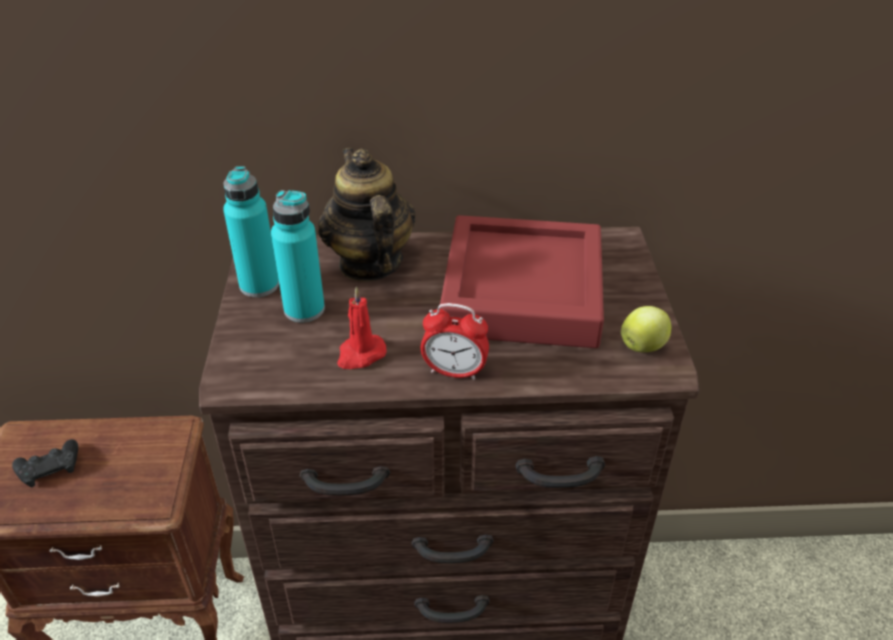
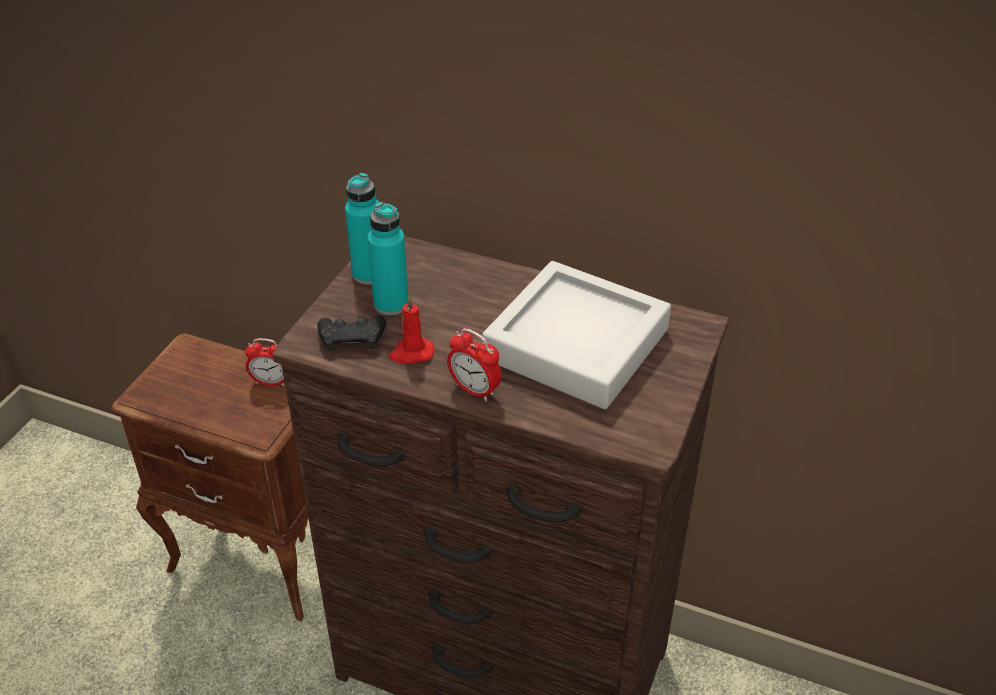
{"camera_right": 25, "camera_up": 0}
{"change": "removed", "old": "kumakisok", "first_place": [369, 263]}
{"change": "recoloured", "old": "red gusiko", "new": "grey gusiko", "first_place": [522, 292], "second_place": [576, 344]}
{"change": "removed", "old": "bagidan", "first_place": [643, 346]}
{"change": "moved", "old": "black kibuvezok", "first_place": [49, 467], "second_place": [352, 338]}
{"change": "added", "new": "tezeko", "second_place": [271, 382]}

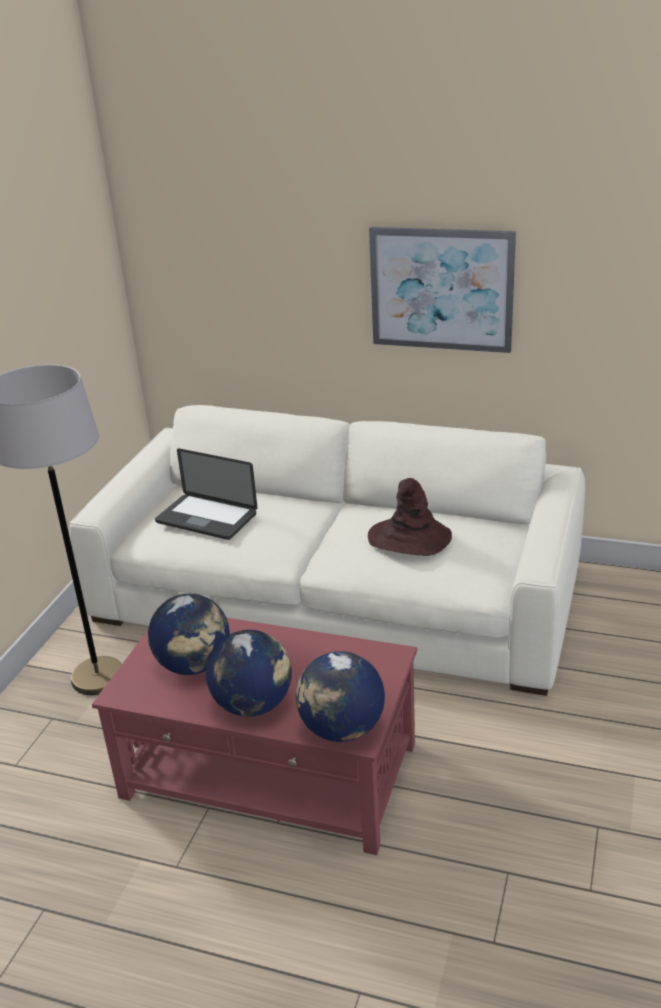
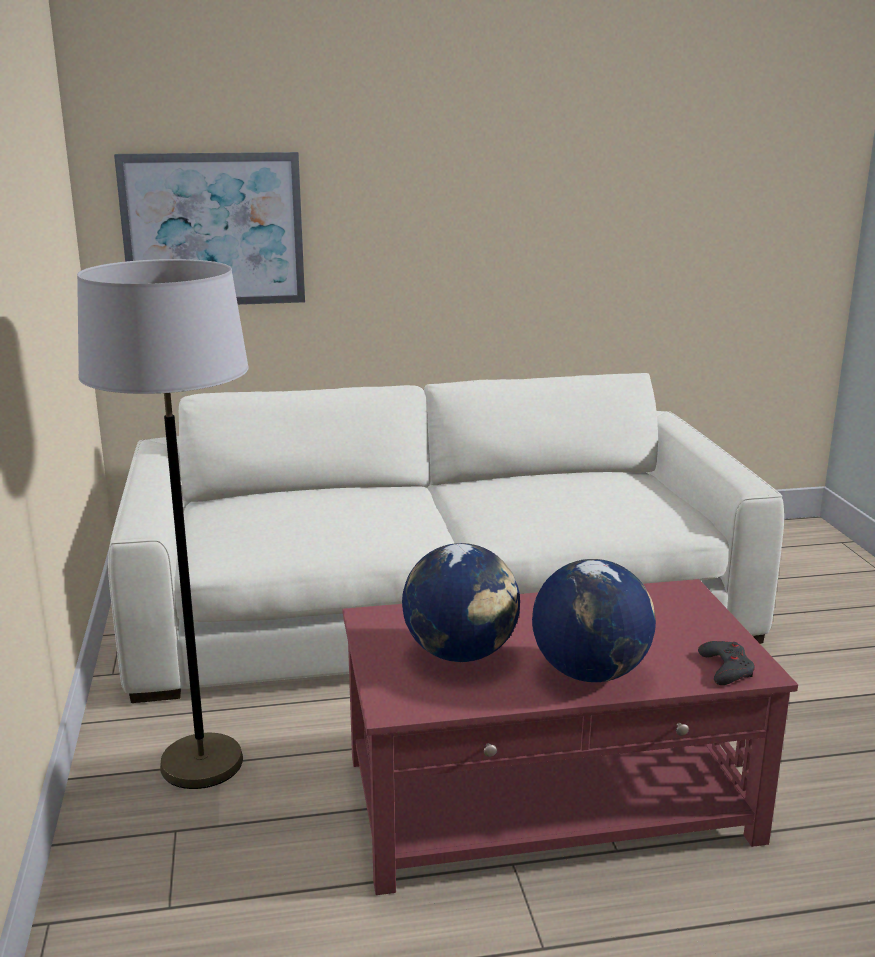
{"camera_right": -30, "camera_up": -10}
{"change": "moved", "old": "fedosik", "first_place": [441, 289], "second_place": [213, 230]}
{"change": "removed", "old": "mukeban", "first_place": [206, 518]}
{"change": "removed", "old": "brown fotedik", "first_place": [409, 539]}
{"change": "replaced", "old": "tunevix", "new": "grey kibuvezok", "first_place": [342, 729], "second_place": [726, 668]}

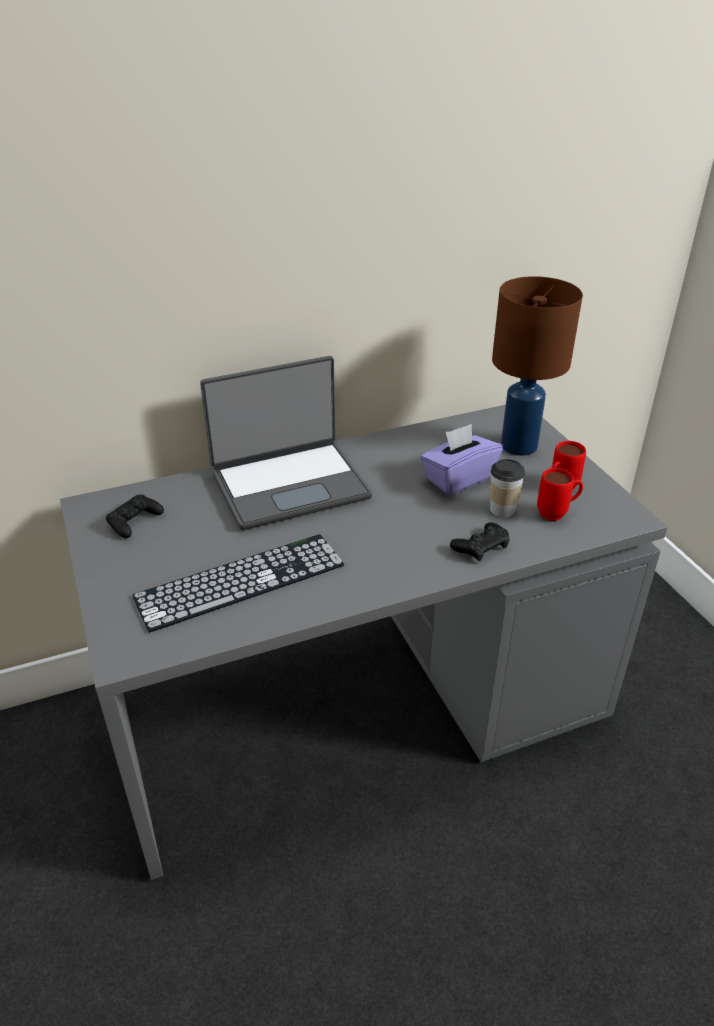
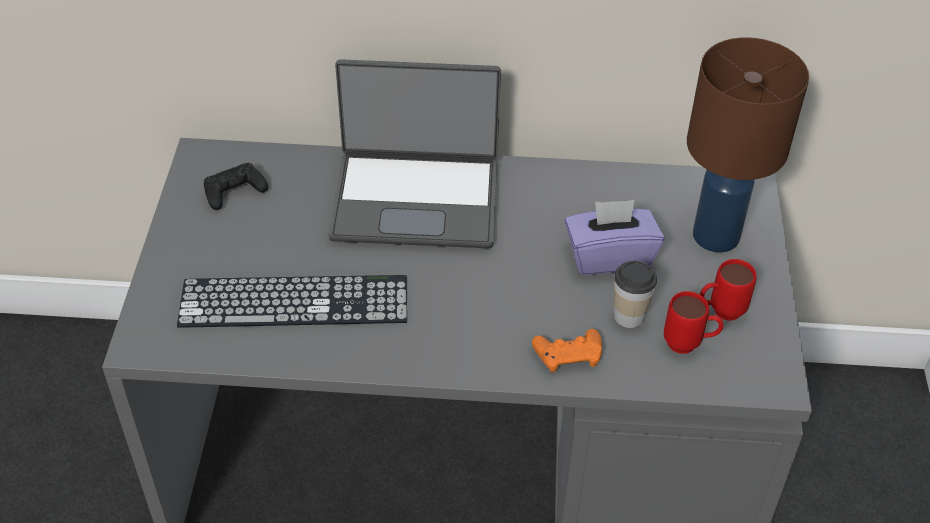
{"camera_right": 25, "camera_up": 10}
{"change": "recoloured", "old": "black kibuvezok", "new": "orange kibuvezok", "first_place": [481, 547], "second_place": [568, 355]}

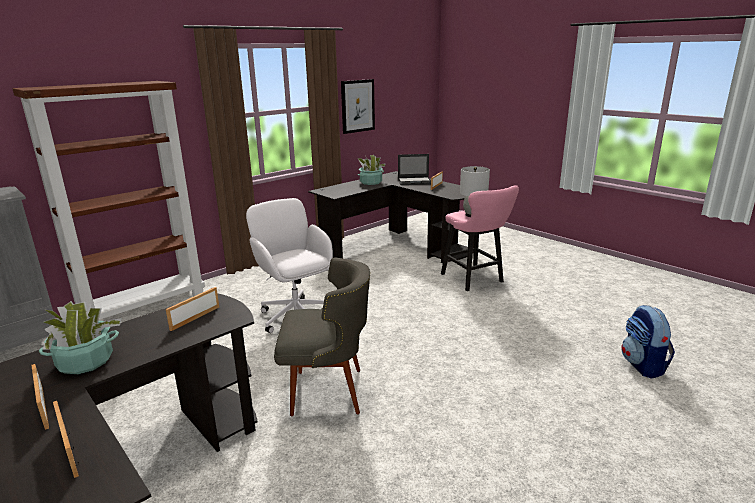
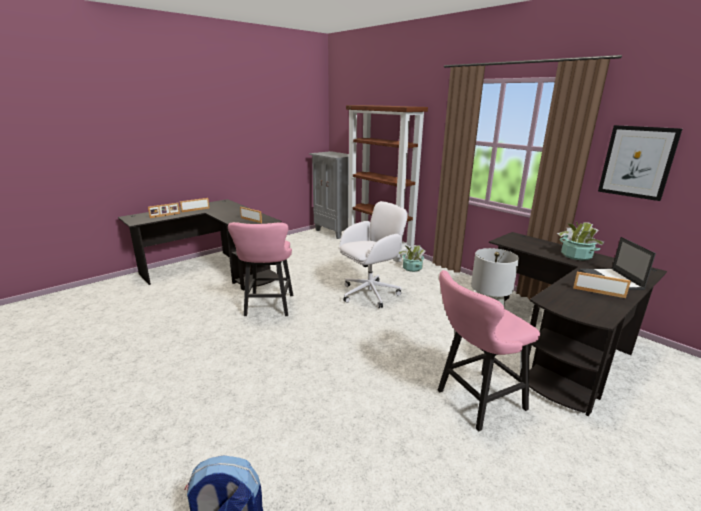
{"camera_right": 90, "camera_up": 0}
{"change": "replaced", "old": "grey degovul", "new": "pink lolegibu", "first_place": [326, 392], "second_place": [268, 308]}
{"change": "moved", "old": "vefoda", "first_place": [85, 361], "second_place": [412, 268]}

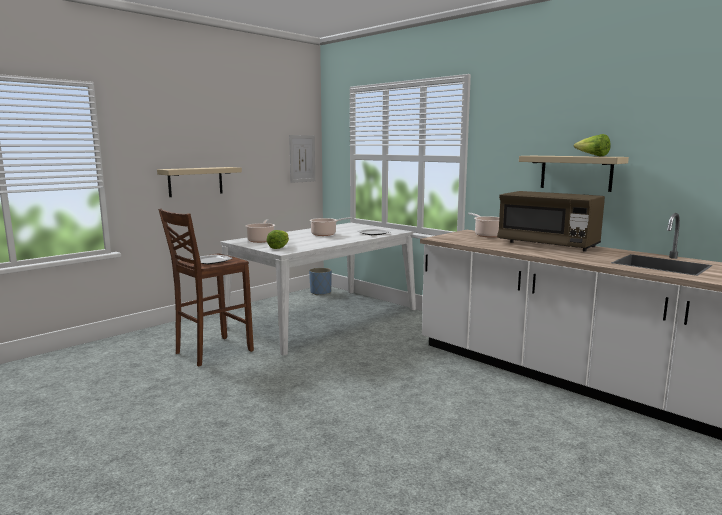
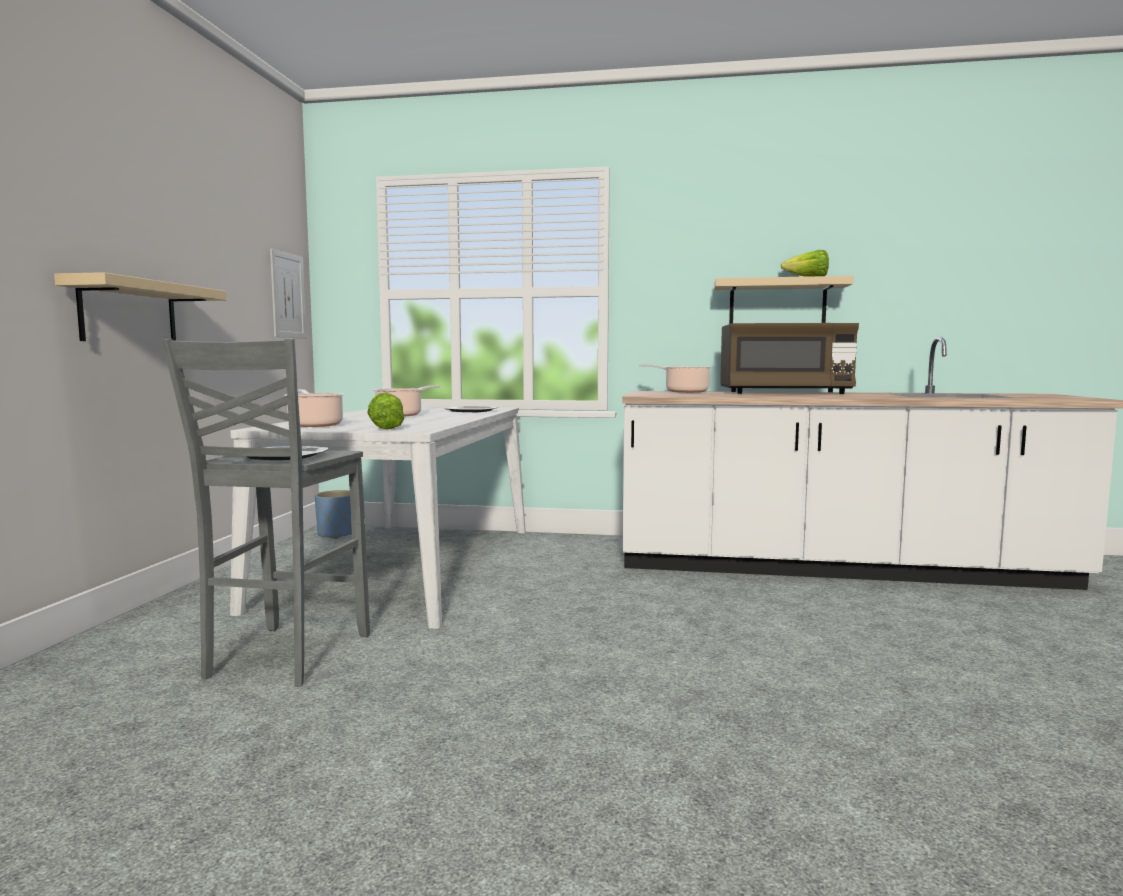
{"camera_right": -35, "camera_up": -5}
{"change": "recoloured", "old": "brown lolegibu", "new": "grey lolegibu", "first_place": [211, 352], "second_place": [284, 657]}

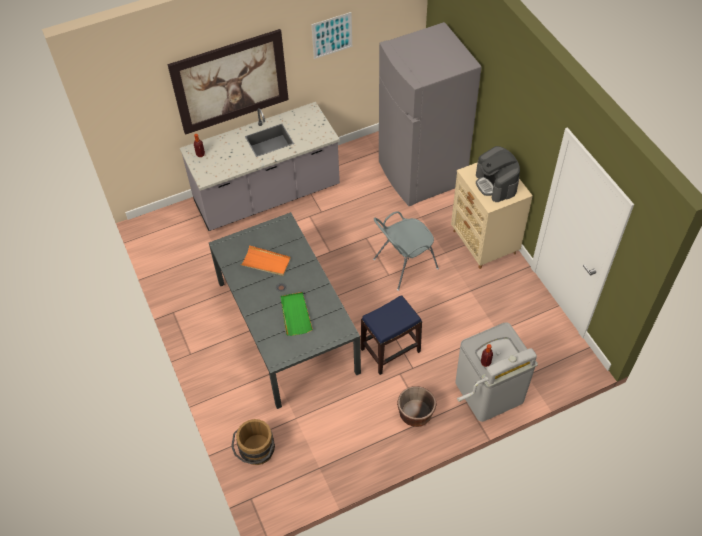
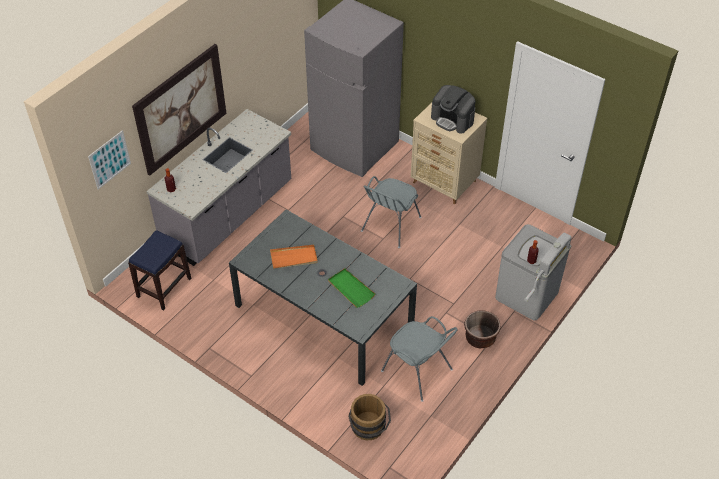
{"camera_right": -30, "camera_up": -5}
{"change": "moved", "old": "fedosik", "first_place": [332, 35], "second_place": [109, 159]}
{"change": "moved", "old": "lolegibu", "first_place": [390, 350], "second_place": [164, 288]}
{"change": "added", "new": "grey degovul", "second_place": [419, 372]}

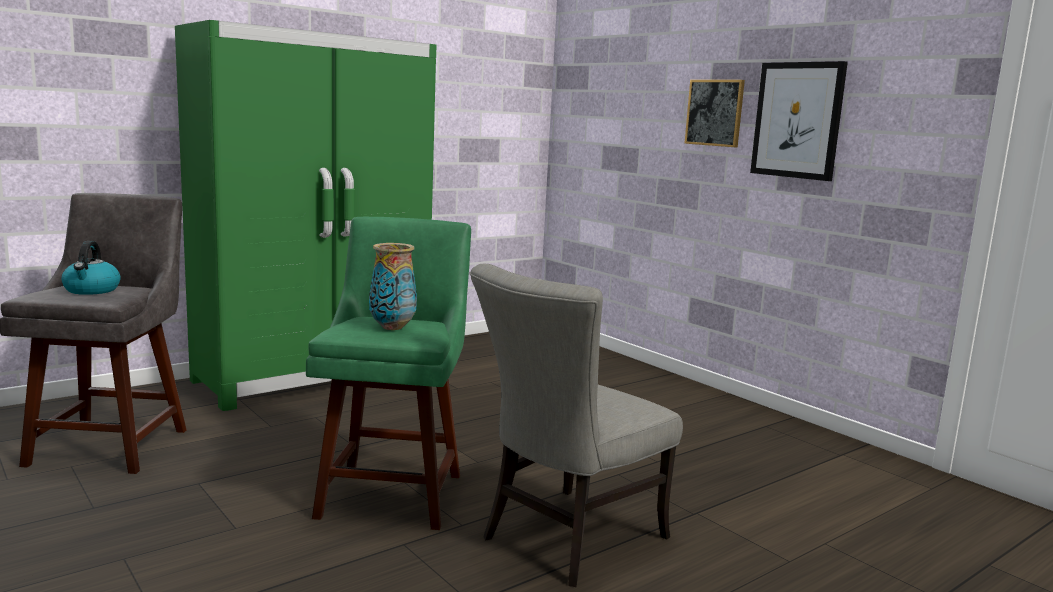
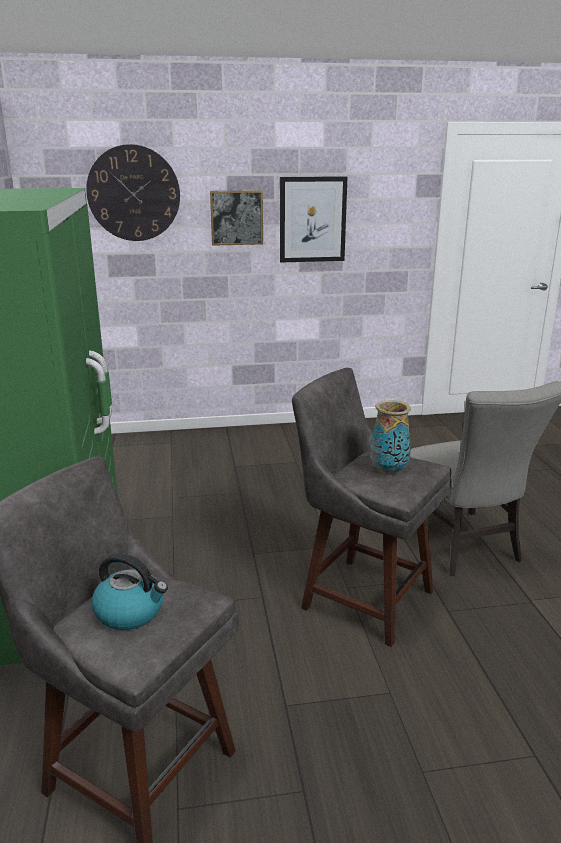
{"camera_right": -60, "camera_up": 10}
{"change": "recoloured", "old": "green lolegibu", "new": "grey lolegibu", "first_place": [393, 492], "second_place": [363, 597]}
{"change": "added", "new": "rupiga", "second_place": [133, 193]}

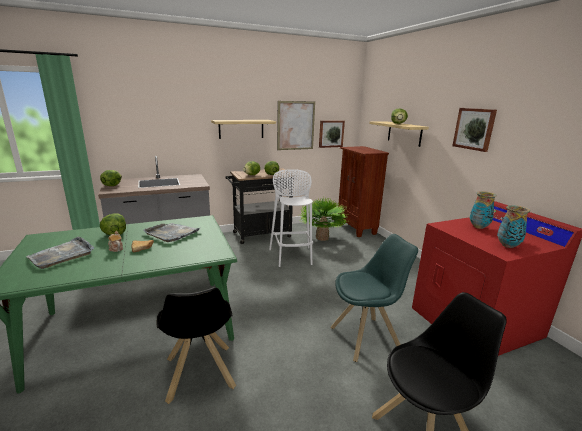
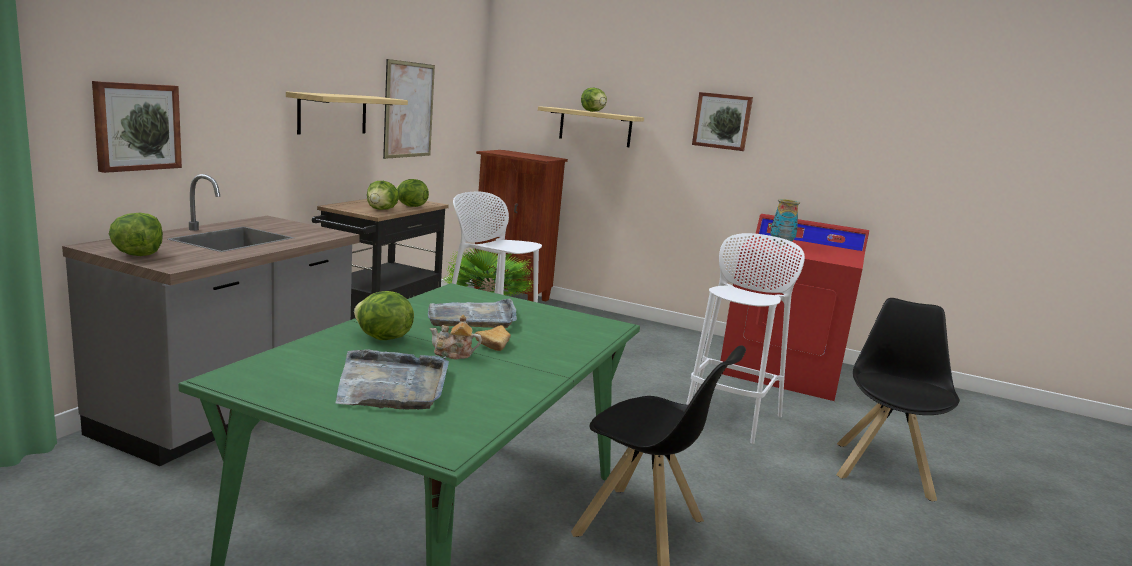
{"camera_right": -45, "camera_up": -5}
{"change": "moved", "old": "fedosik", "first_place": [331, 133], "second_place": [136, 126]}
{"change": "removed", "old": "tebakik", "first_place": [507, 246]}
{"change": "replaced", "old": "turquoise degovul", "new": "white lolegibu", "first_place": [365, 338], "second_place": [728, 417]}

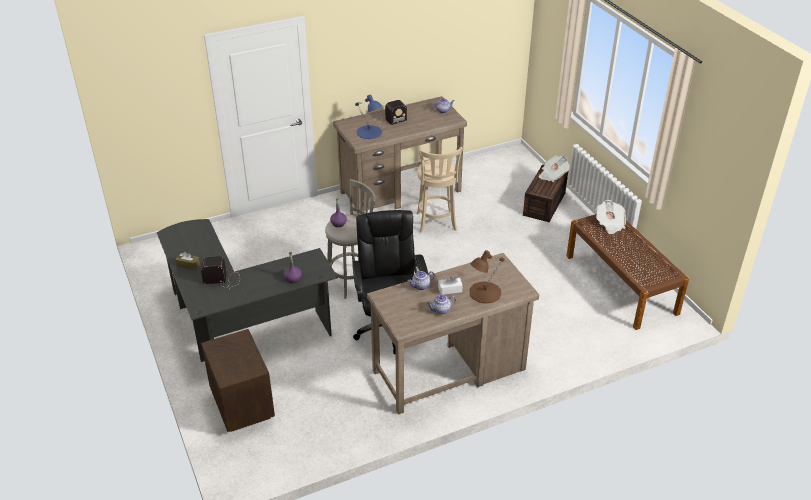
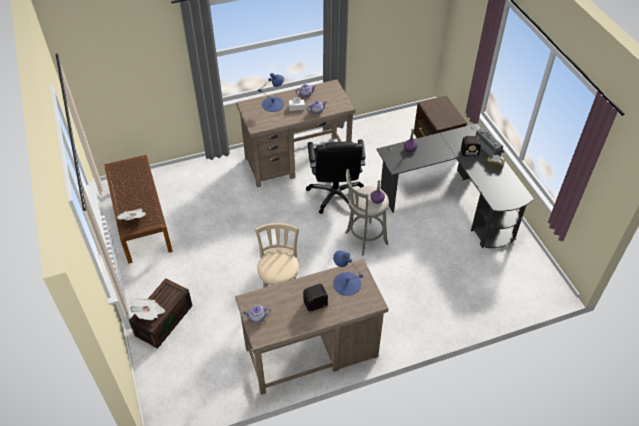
{"camera_right": -175, "camera_up": 10}
{"change": "recoloured", "old": "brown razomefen", "new": "blue razomefen", "first_place": [484, 292], "second_place": [273, 104]}
{"change": "added", "new": "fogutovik", "second_place": [488, 148]}

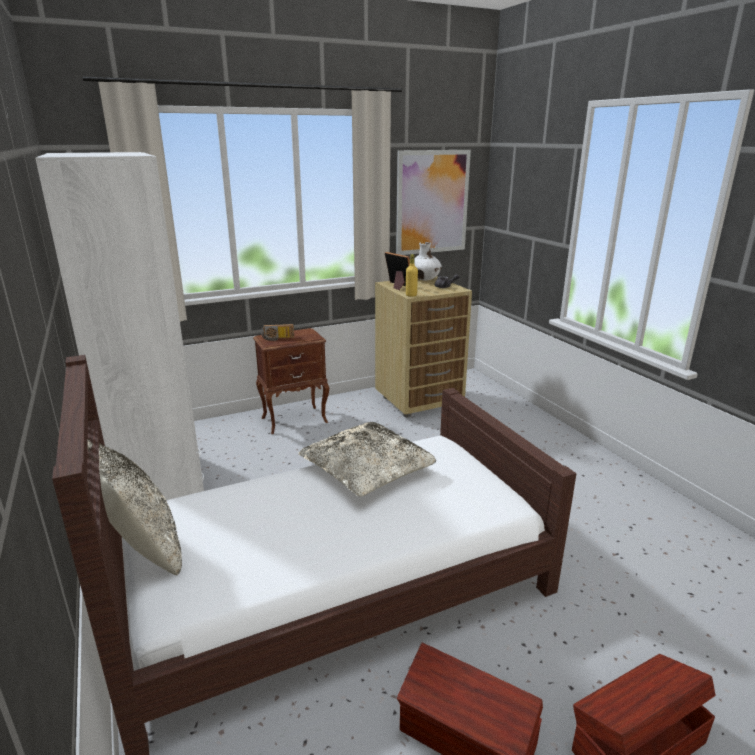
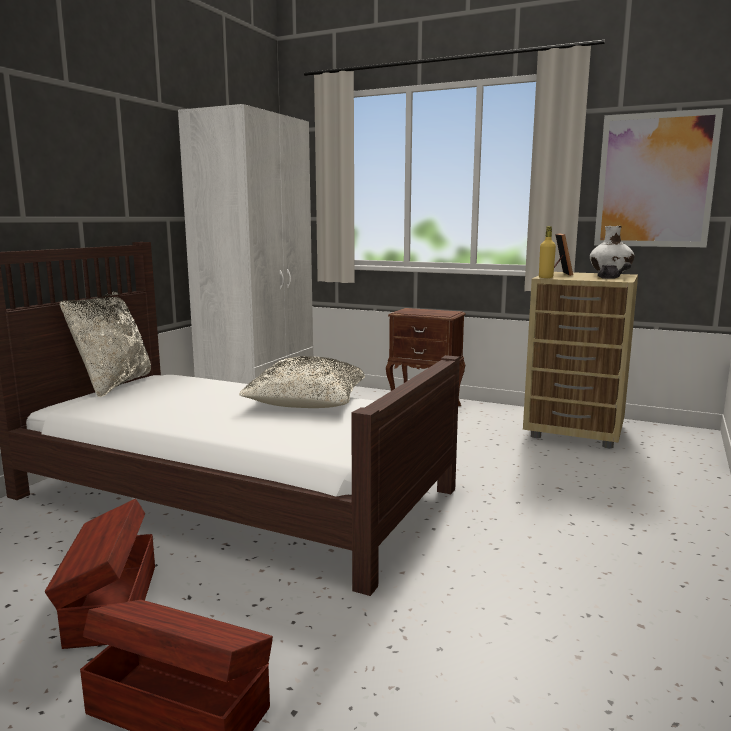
{"camera_right": 50, "camera_up": -10}
{"change": "removed", "old": "fogutovik", "first_place": [278, 338]}

